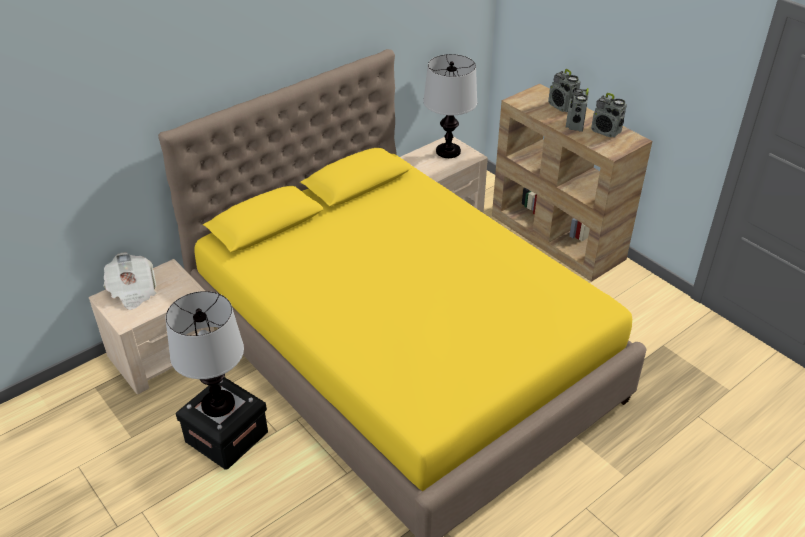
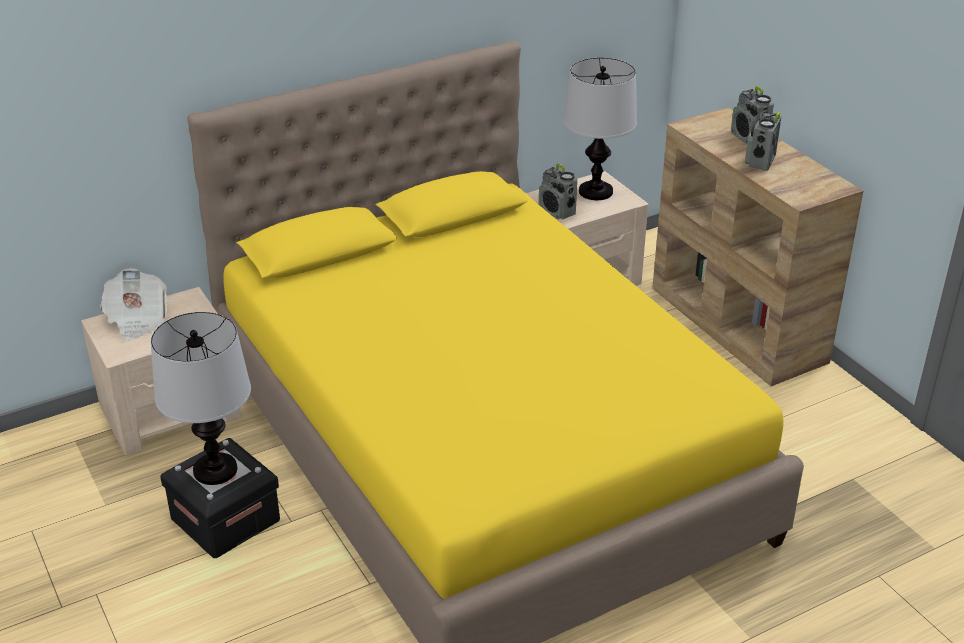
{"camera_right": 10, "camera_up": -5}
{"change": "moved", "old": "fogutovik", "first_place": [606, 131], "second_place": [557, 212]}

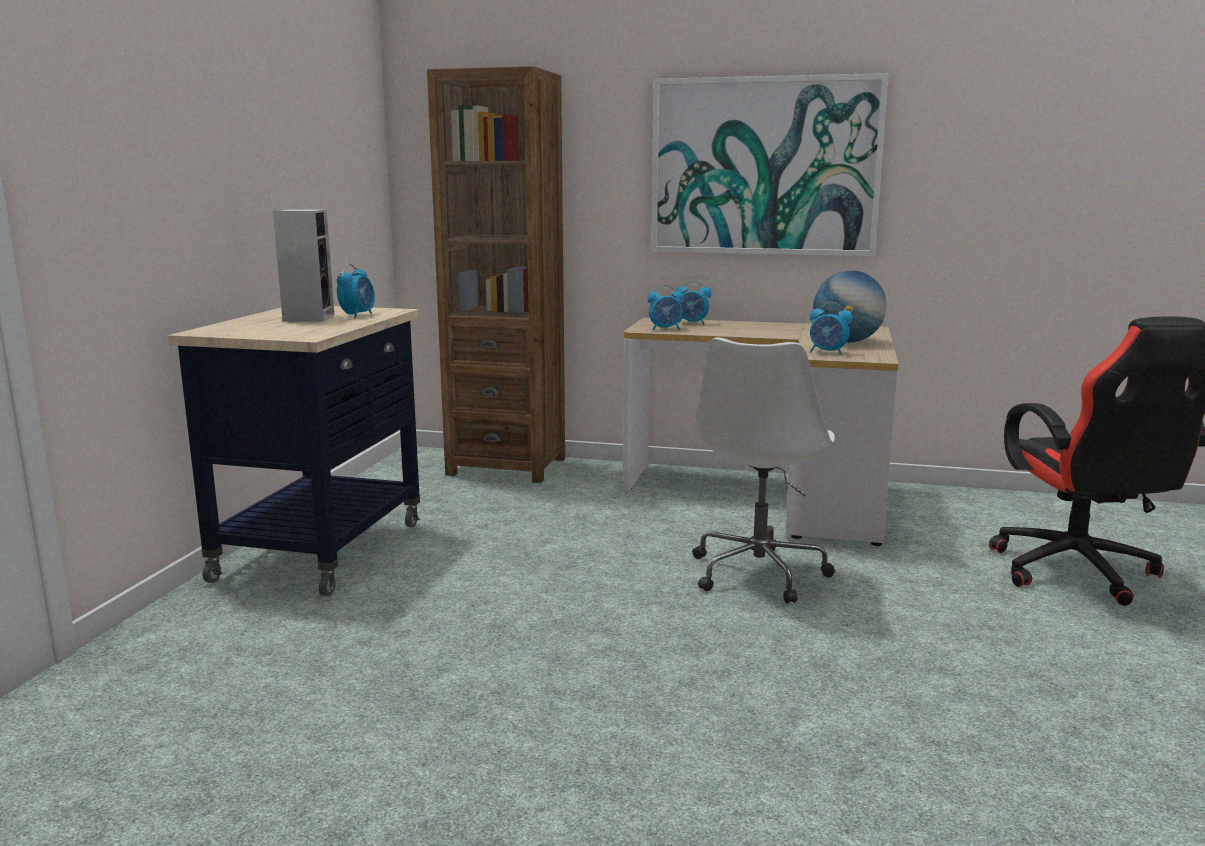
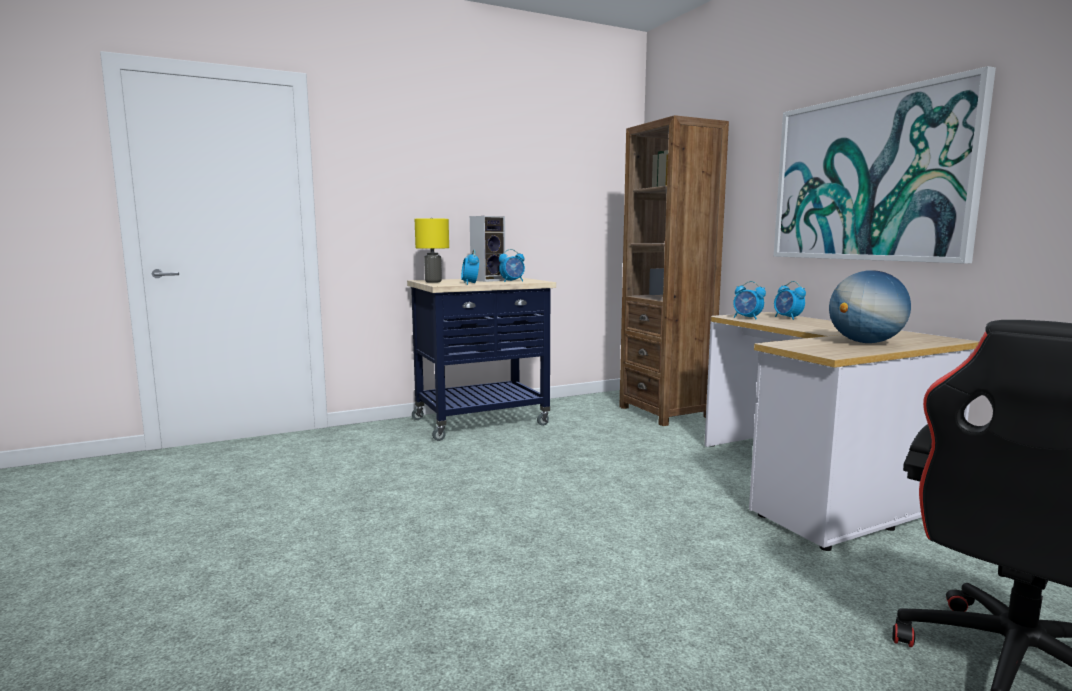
{"camera_right": 50, "camera_up": -5}
{"change": "moved", "old": "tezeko", "first_place": [828, 352], "second_place": [470, 283]}
{"change": "removed", "old": "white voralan", "first_place": [757, 575]}
{"change": "added", "new": "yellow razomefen", "second_place": [433, 282]}

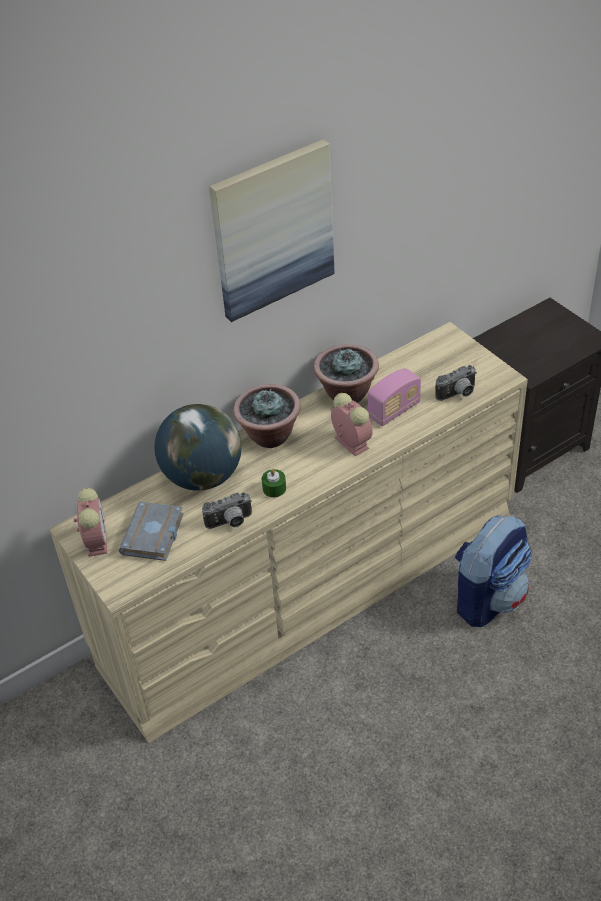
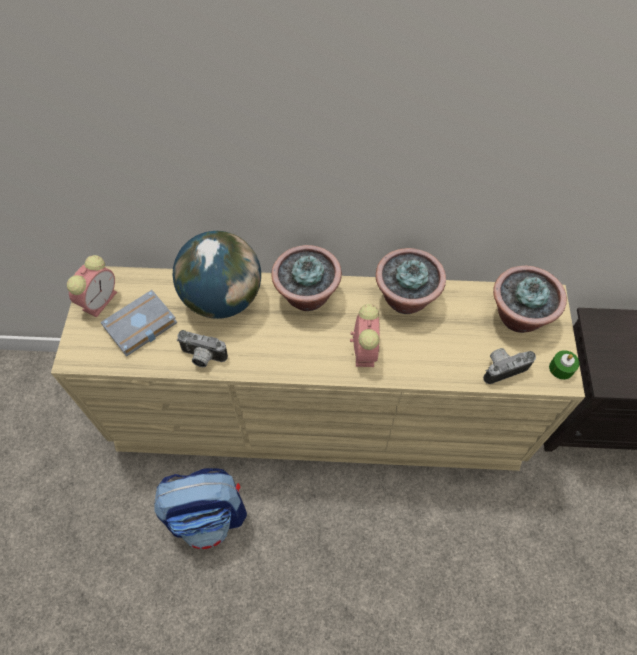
{"camera_right": 35, "camera_up": 15}
{"change": "removed", "old": "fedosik", "first_place": [272, 230]}
{"change": "turned", "old": "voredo", "first_place": [458, 394], "second_place": [502, 367], "degrees": 150}
{"change": "removed", "old": "fogutovik", "first_place": [394, 410]}
{"change": "moved", "old": "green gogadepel", "first_place": [274, 488], "second_place": [561, 368]}
{"change": "moved", "old": "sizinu", "first_place": [488, 598], "second_place": [209, 516]}
{"change": "added", "new": "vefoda", "second_place": [517, 316]}

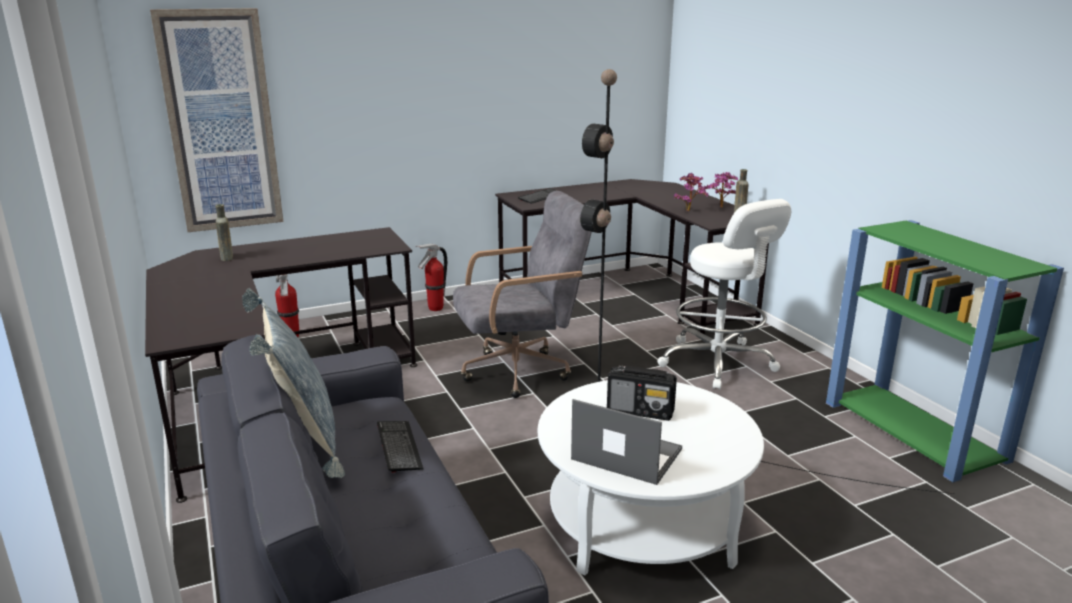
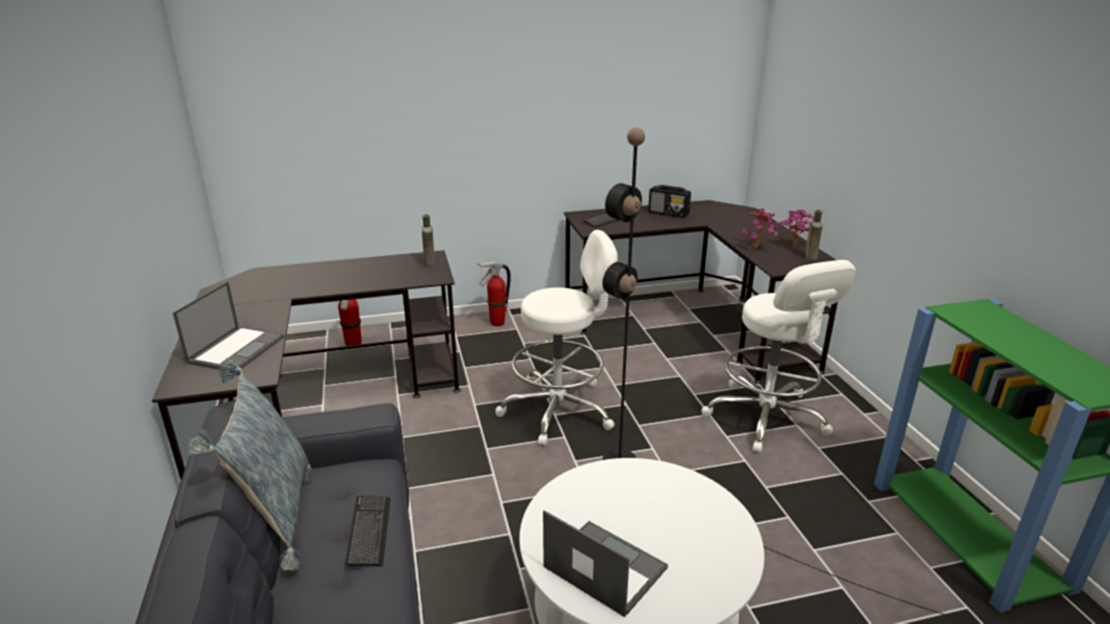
{"camera_right": 10, "camera_up": 5}
{"change": "removed", "old": "fedosik", "first_place": [221, 122]}
{"change": "replaced", "old": "grey voralan", "new": "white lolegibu", "first_place": [522, 372], "second_place": [560, 409]}
{"change": "moved", "old": "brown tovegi", "first_place": [227, 258], "second_place": [429, 263]}
{"change": "moved", "old": "fogutovik", "first_place": [641, 411], "second_place": [668, 213]}
{"change": "added", "new": "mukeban", "second_place": [237, 349]}

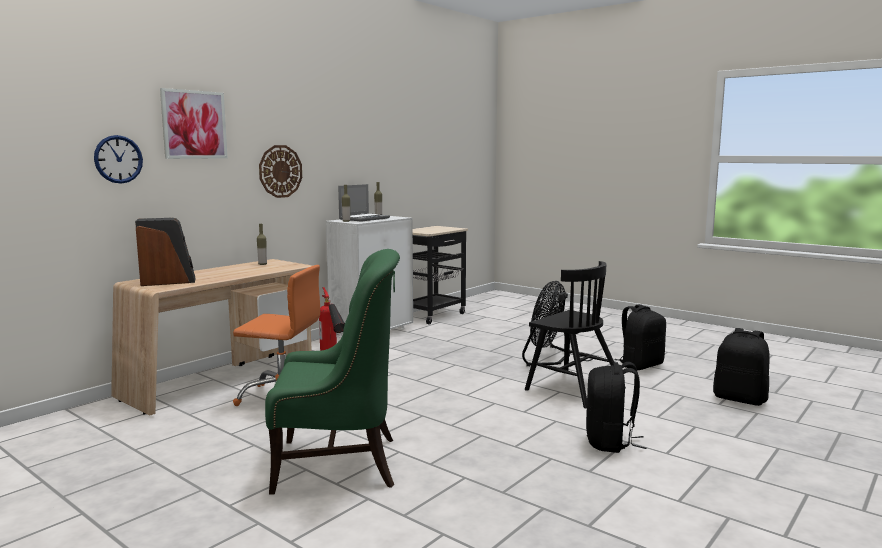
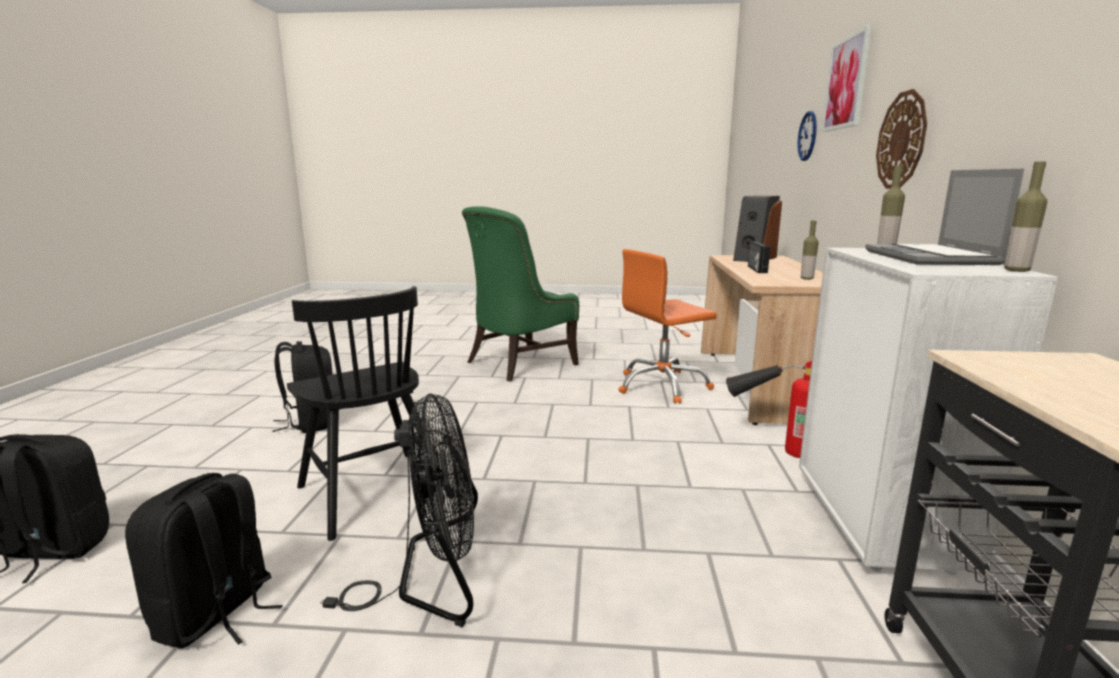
{"camera_right": 145, "camera_up": 5}
{"change": "turned", "old": "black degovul", "first_place": [570, 387], "second_place": [371, 488], "degrees": -135}
{"change": "added", "new": "fogutovik", "second_place": [756, 269]}

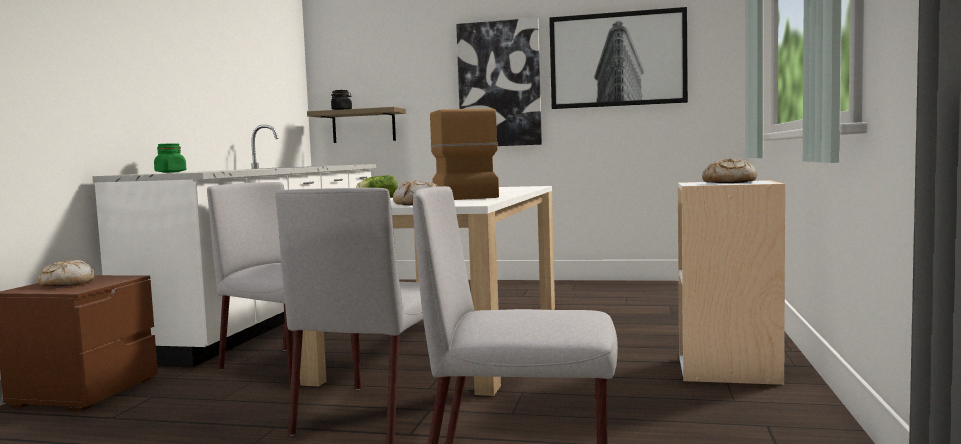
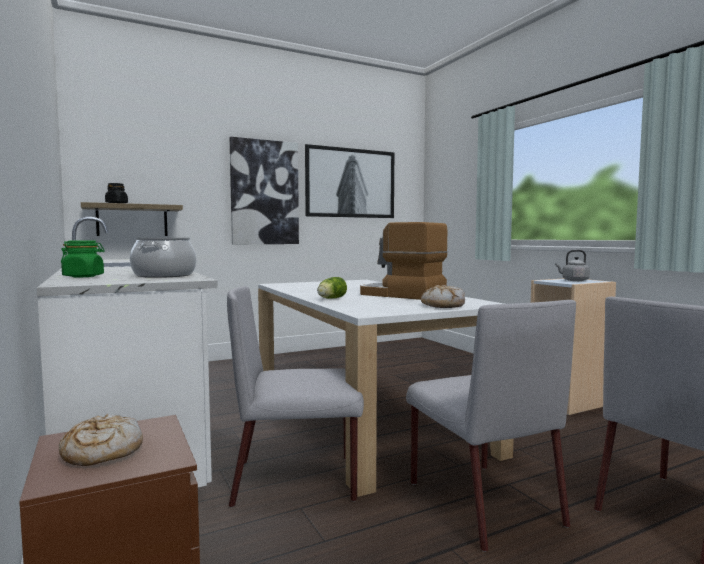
{"camera_right": -40, "camera_up": 0}
{"change": "replaced", "old": "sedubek", "new": "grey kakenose", "first_place": [728, 182], "second_place": [573, 280]}
{"change": "added", "new": "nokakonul", "second_place": [164, 275]}

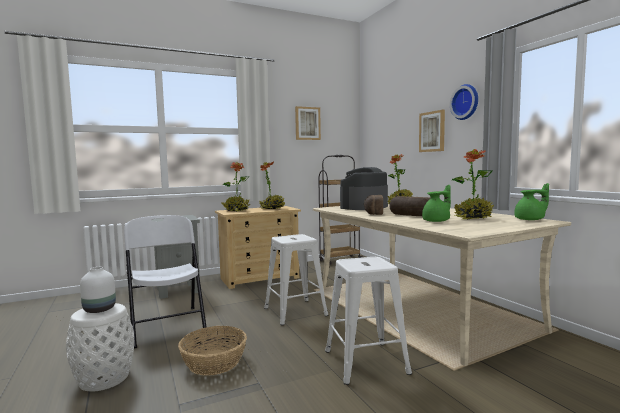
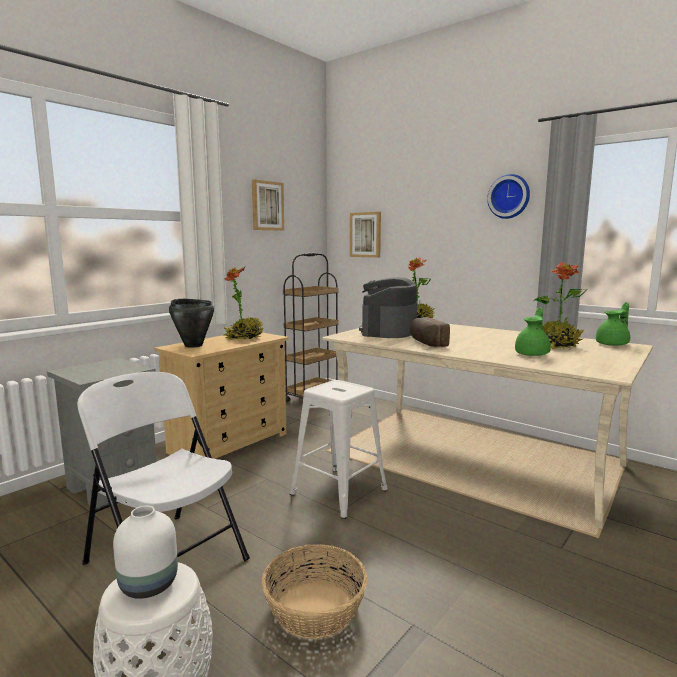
{"camera_right": -25, "camera_up": 5}
{"change": "moved", "old": "fedosik", "first_place": [432, 131], "second_place": [365, 235]}
{"change": "replaced", "old": "vefoda", "new": "black nokakonul", "first_place": [236, 210], "second_place": [193, 345]}
{"change": "removed", "old": "sedubek", "first_place": [409, 215]}
{"change": "removed", "old": "white lolegibu", "first_place": [365, 362]}

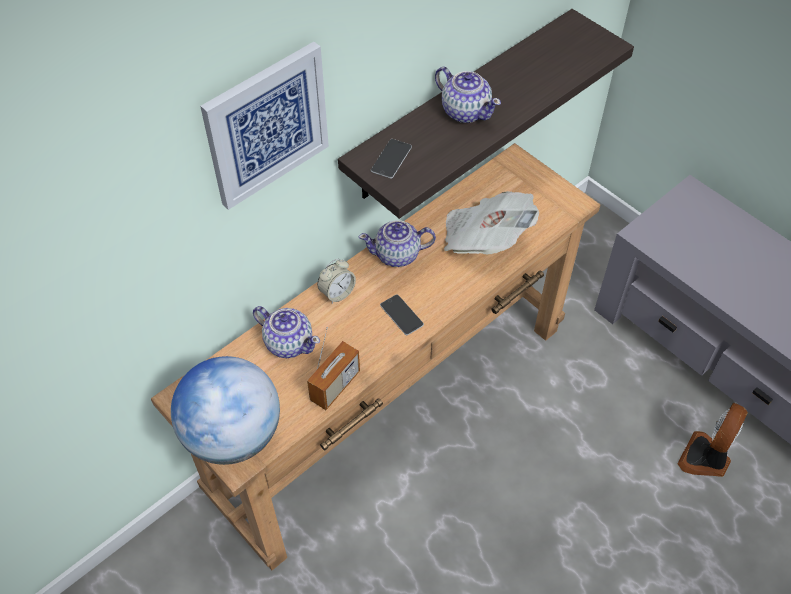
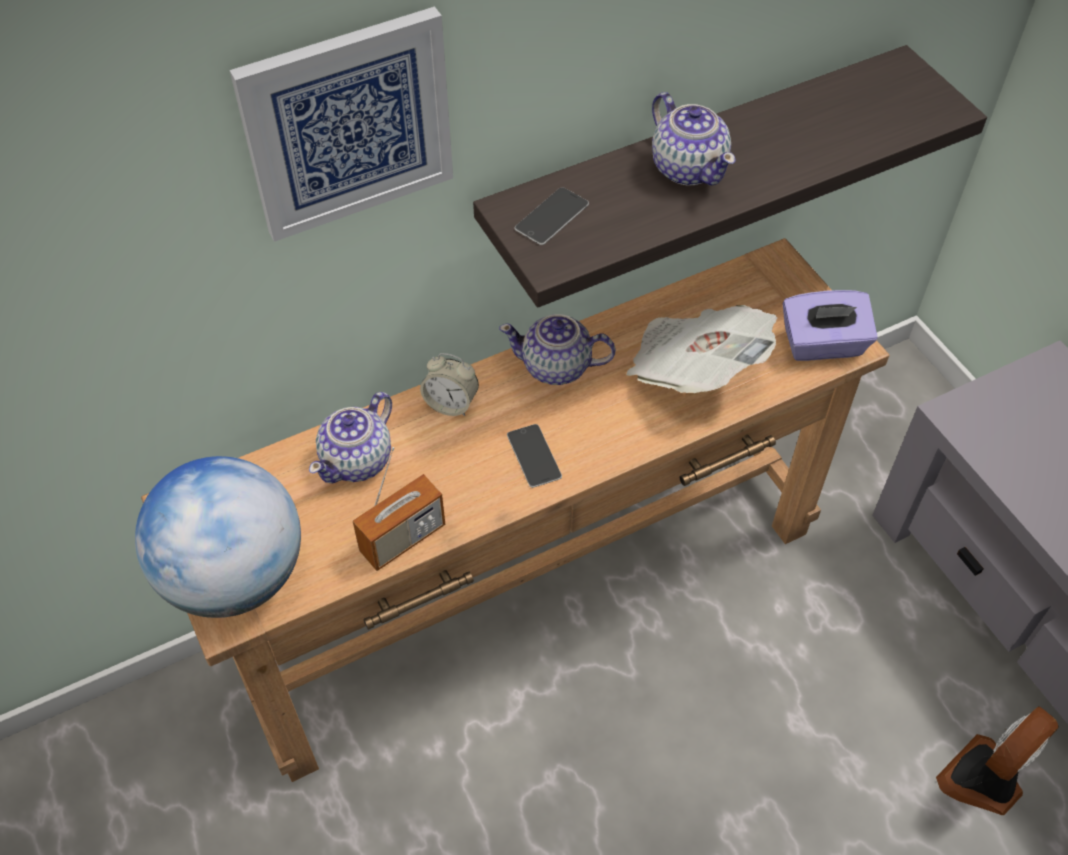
{"camera_right": 15, "camera_up": 0}
{"change": "turned", "old": "tezeko", "first_place": [337, 293], "second_place": [451, 403], "degrees": 45}
{"change": "turned", "old": "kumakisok", "first_place": [288, 342], "second_place": [358, 460], "degrees": 75}
{"change": "added", "new": "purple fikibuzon", "second_place": [823, 344]}

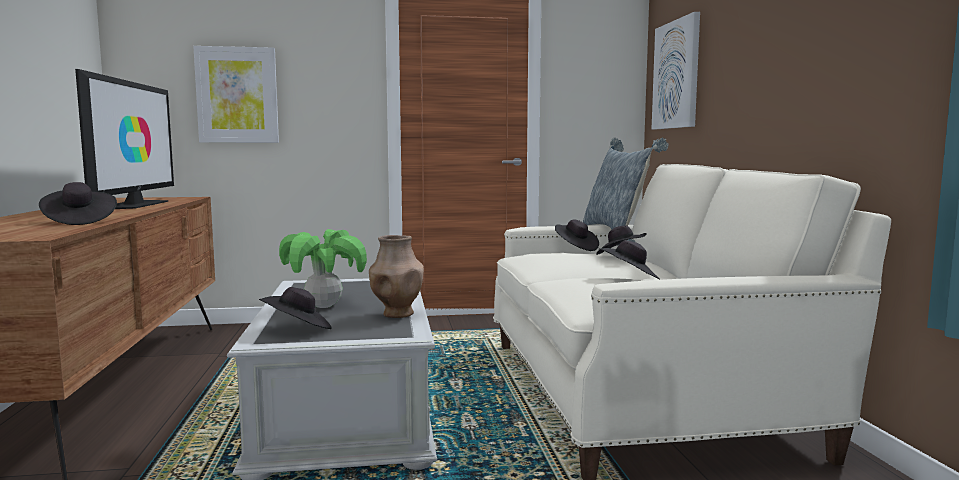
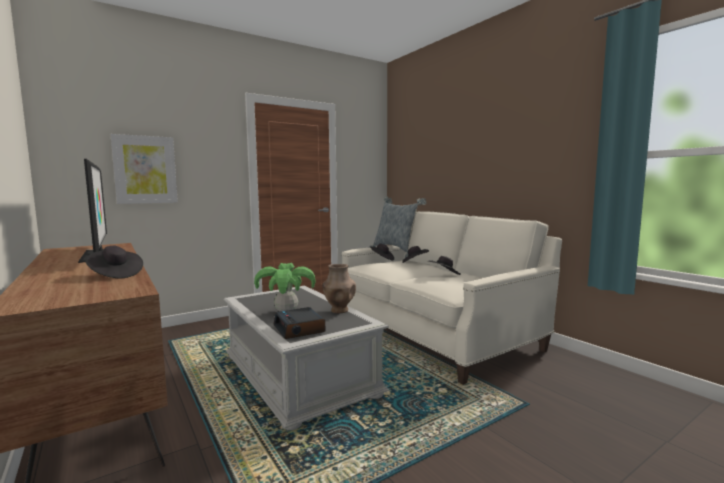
{"camera_right": -25, "camera_up": 0}
{"change": "removed", "old": "fedosik", "first_place": [676, 75]}
{"change": "replaced", "old": "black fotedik", "new": "tezeko", "first_place": [298, 329], "second_place": [299, 329]}

